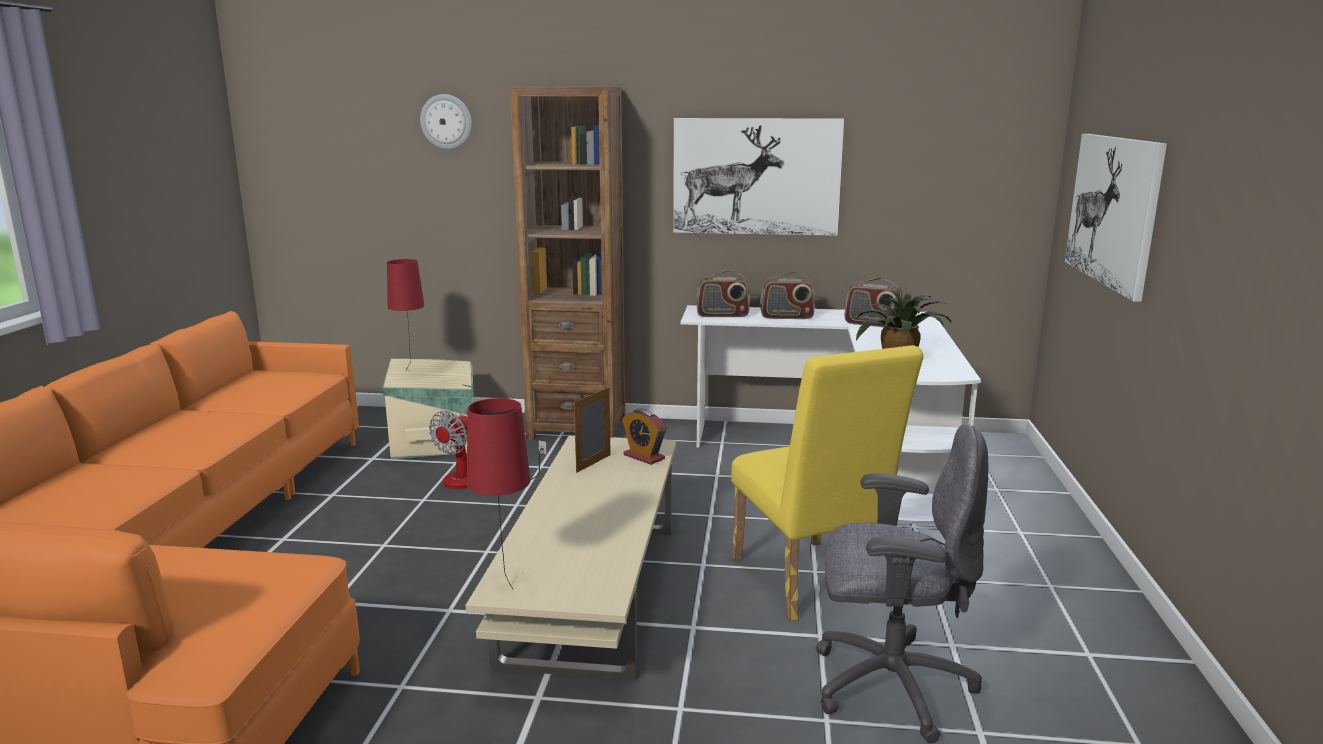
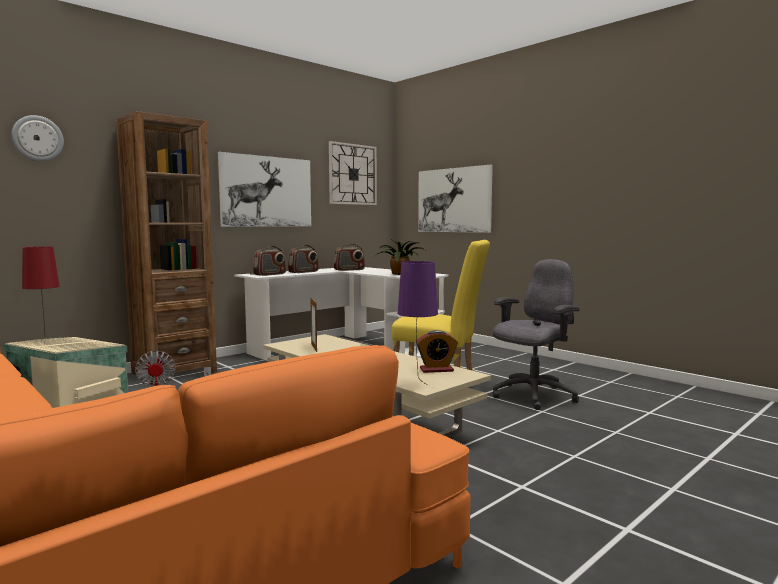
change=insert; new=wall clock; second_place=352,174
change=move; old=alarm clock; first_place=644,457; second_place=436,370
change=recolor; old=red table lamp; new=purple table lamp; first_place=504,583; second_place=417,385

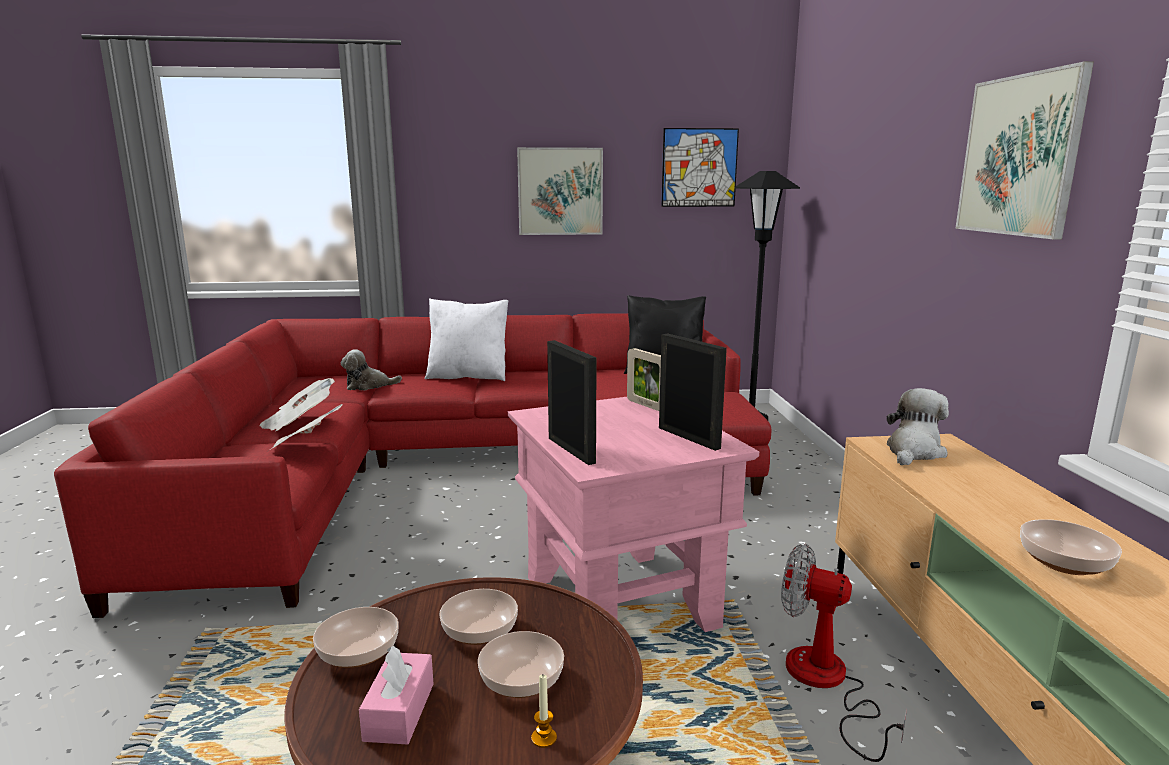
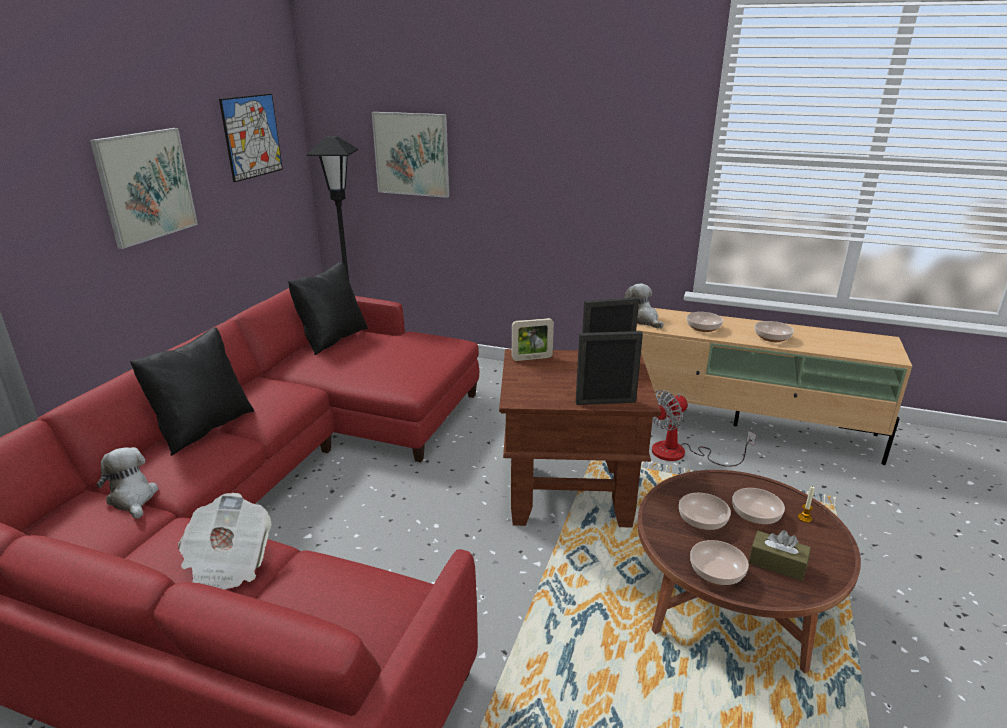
change=delete; old=newspaper; first_place=306,447
change=insert; new=bowl; second_place=703,328
change=move; old=picture; first_place=1019,155; second_place=411,154
change=recolor; old=pink tissue box; new=brown tissue box; first_place=399,711; second_place=777,563
change=recolor; old=white pillow; new=black pillow; first_place=468,376; second_place=203,428
change=recolor; old=pink side table; new=brown side table; first_place=620,601; second_place=569,493
change=rotate; old=plush toy; first_place=368,386; second_place=133,498; degrees=135

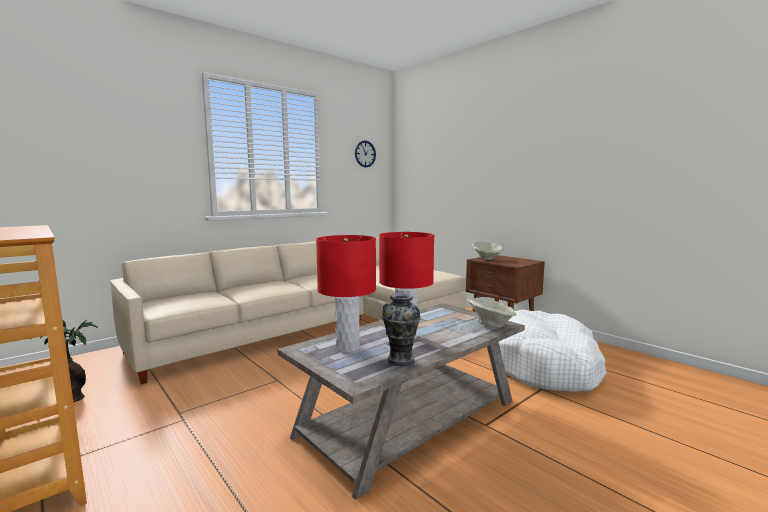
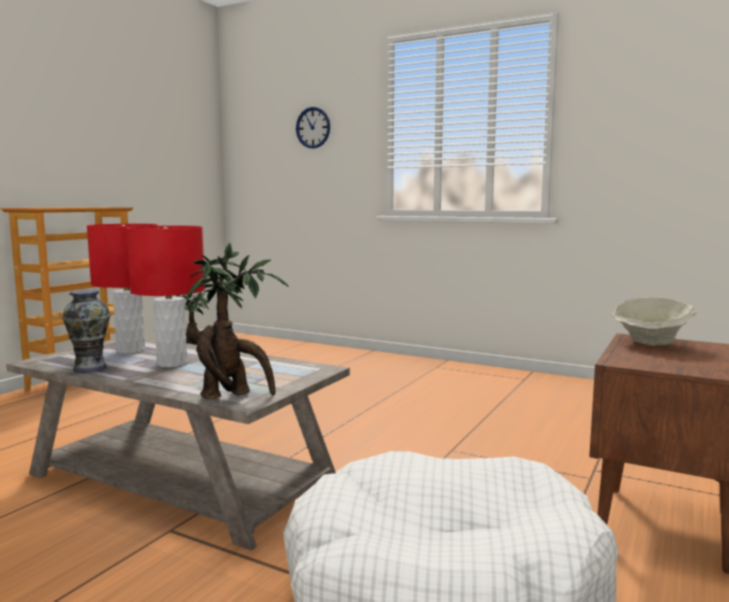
change=delete; old=beige sofa; first_place=319,325
change=move; old=wall clock; first_place=365,154; second_place=313,127
change=replace; old=beige bowl; new=potted plant; first_place=491,325; second_place=233,396

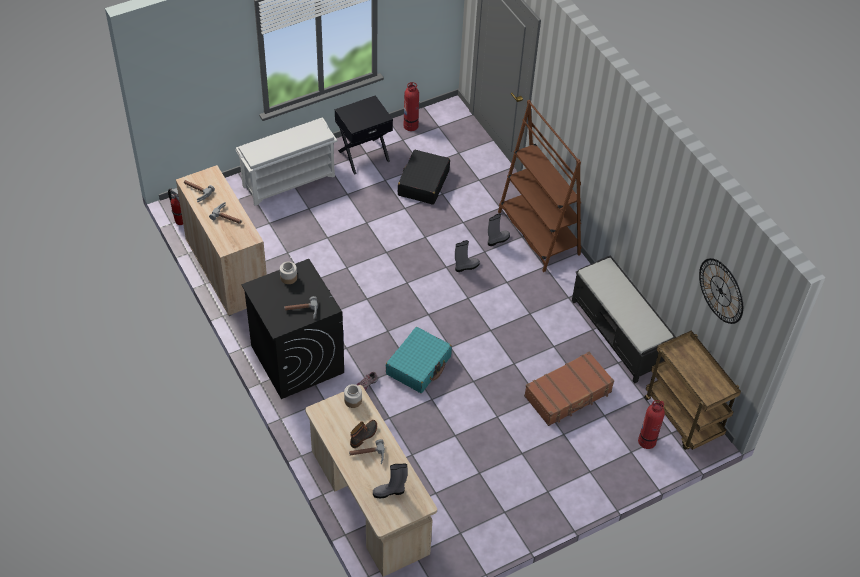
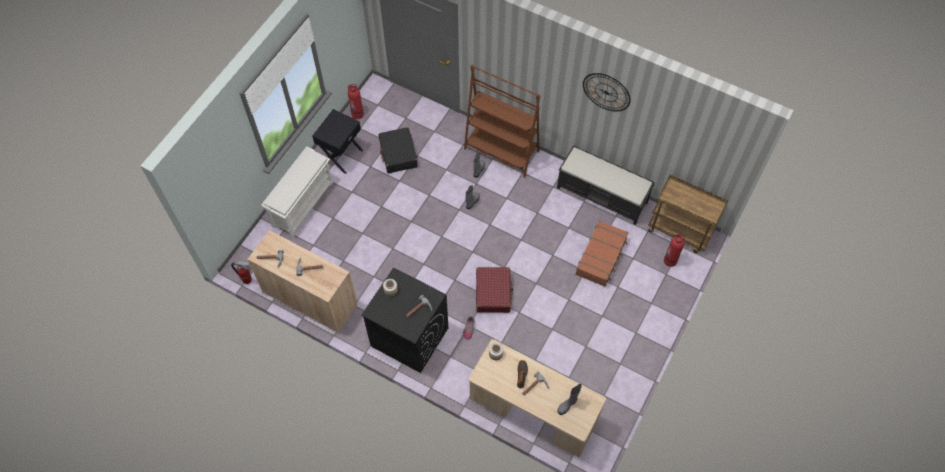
change=move; old=wall clock; first_place=721,291; second_place=606,92
change=recolor; old=turquoise suitcase; new=red suitcase; first_place=418,365; second_place=493,293

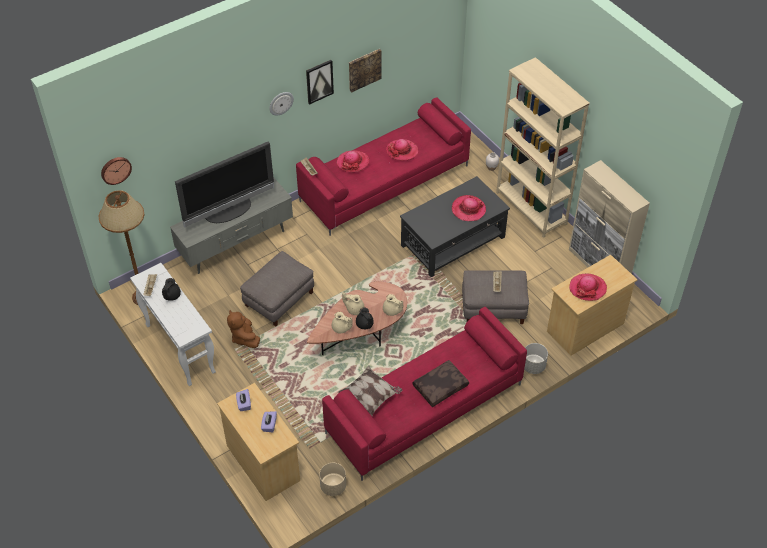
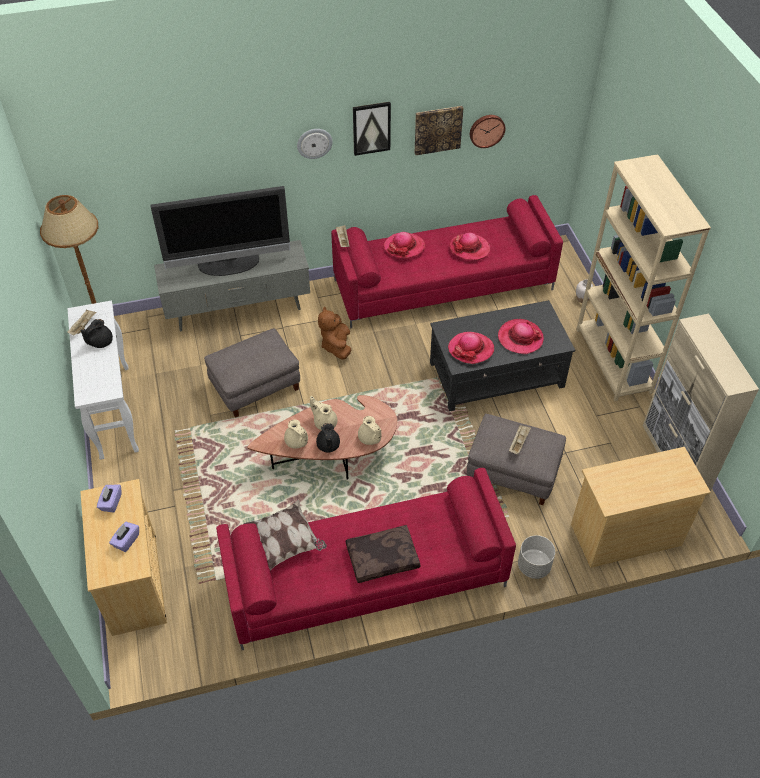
change=delete; old=beige planter; first_place=333,486
change=move; old=wall clock; first_place=115,169; second_place=486,130
change=move; old=brown plush toy; first_place=244,337; second_place=336,346
change=move; old=hat; first_place=587,288; second_place=471,349

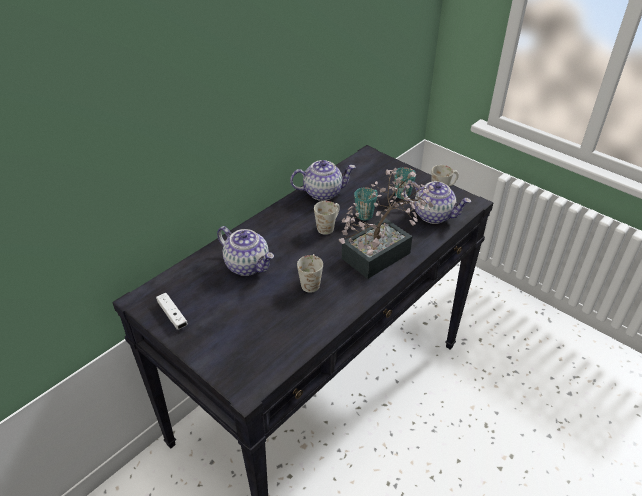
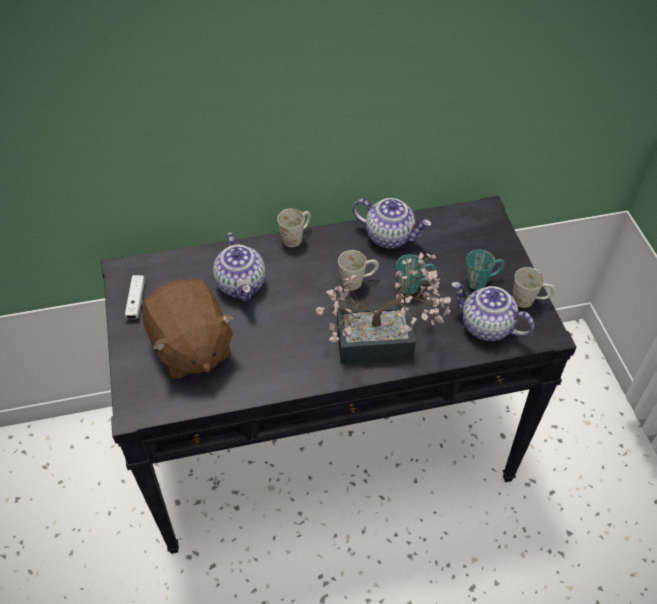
change=insert; new=brown plush toy; second_place=190,348
change=move; old=white mug; first_place=311,281; second_place=296,236
change=rotate; old=teapot; first_place=433,215; second_place=486,326; degrees=150

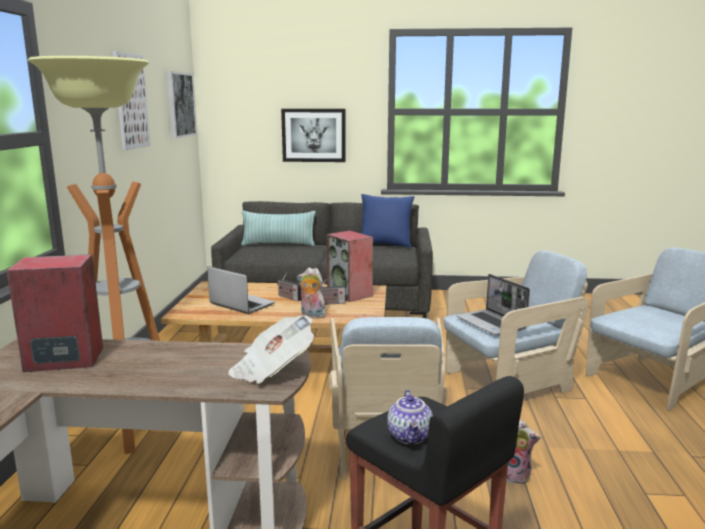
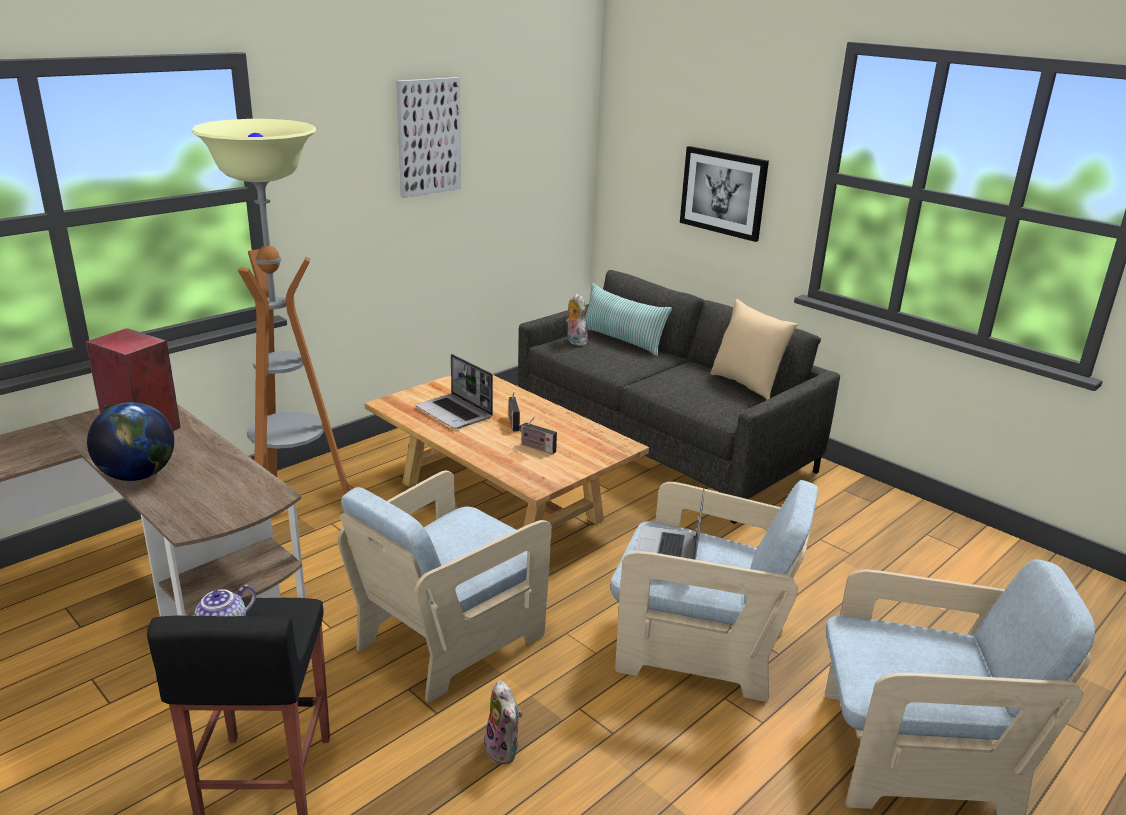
change=delete; old=picture; first_place=180,104
change=delete; old=newspaper; first_place=272,370
change=delete; old=speaker; first_place=350,294
change=insert; new=globe; second_place=138,475
change=move; old=plush toy; first_place=311,316; second_place=574,341
change=recolor; old=blue pillow; new=beige pillow; first_place=385,245; second_place=747,384
change=rotate; old=laptop; first_place=241,304; second_place=455,413; degrees=150

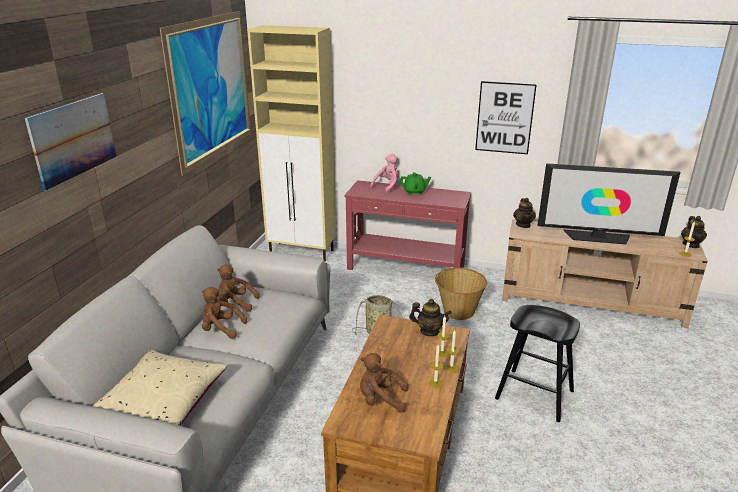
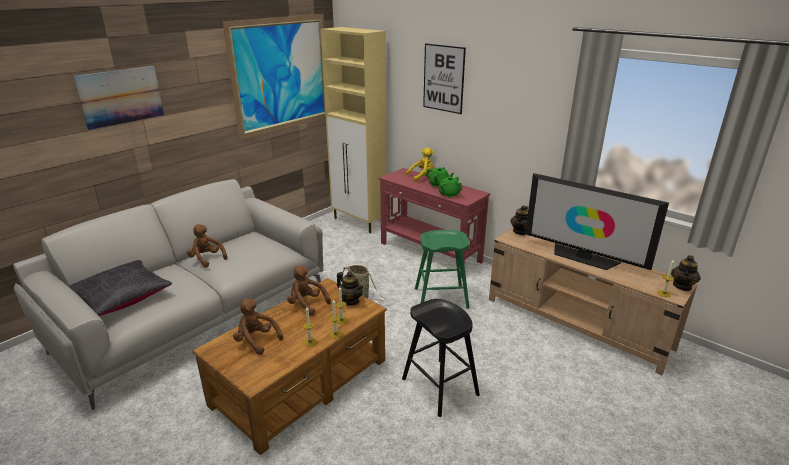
change=insert; new=green teapot; second_place=448,194
change=move; old=brown plush toy; first_place=235,304; second_place=306,304
change=move; old=picture; first_place=504,118; second_place=443,78
change=replace; old=basket; new=green stool; first_place=458,311; second_place=441,298
change=recolor; old=beige pillow; new=black pillow; first_place=163,401; second_place=122,297
change=recolor; old=pink plush toy; new=yellow plush toy; first_place=387,186; second_place=422,176

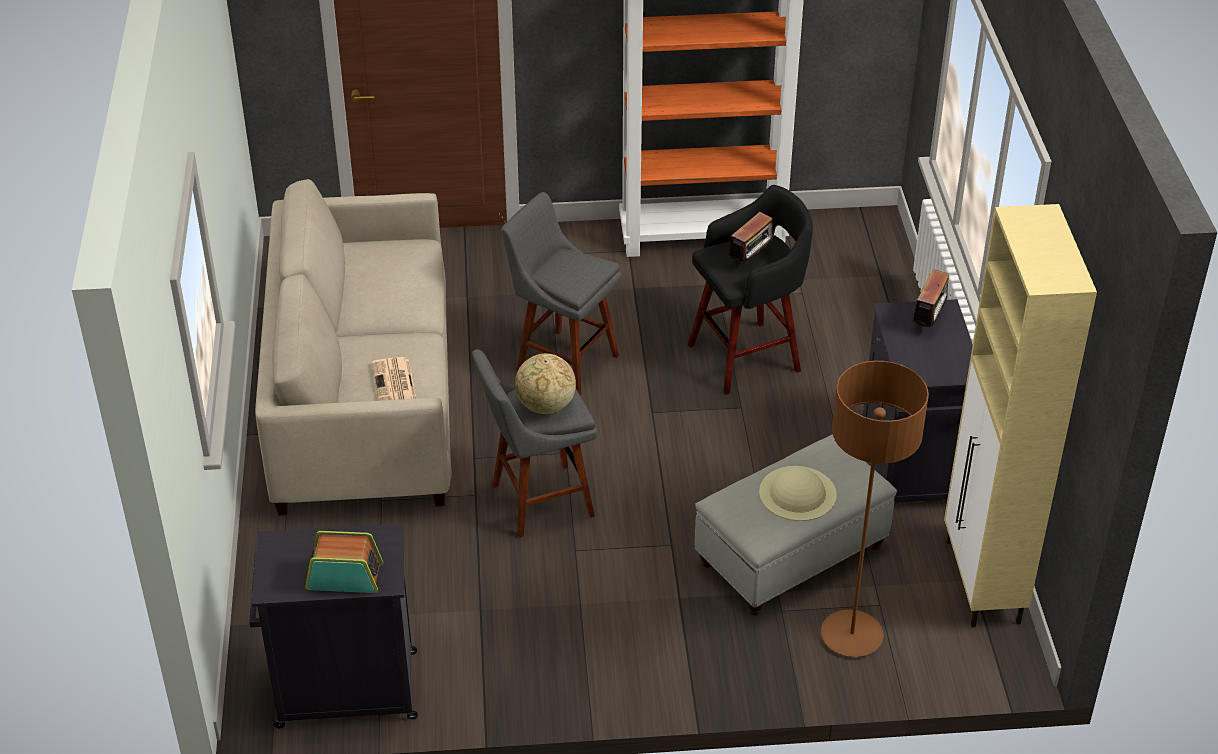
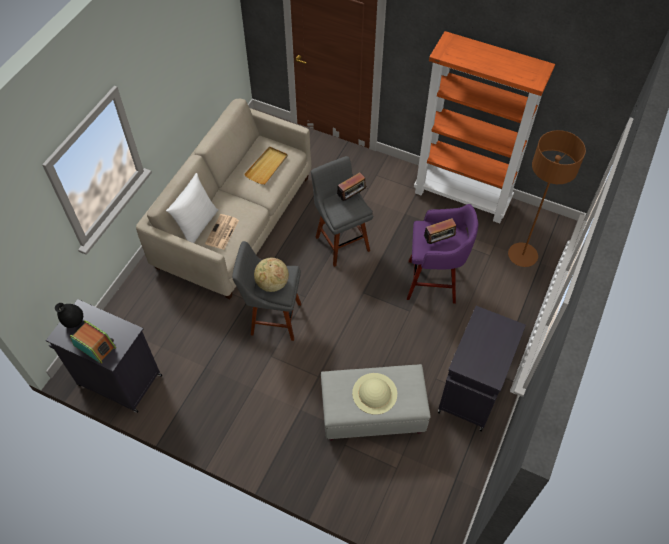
change=delete; old=beige cabinet; first_place=982,583
change=insert; new=black vase; second_place=74,322
change=insert; new=white pillow; second_place=197,225
change=insert; new=beige tray; second_place=267,167
change=move; old=brown floor lamp; first_place=851,635; second_place=522,255
change=move; old=radio; first_place=929,321; second_place=351,197
change=recolor; old=black stool; new=purple stool; first_place=747,357; second_place=434,282

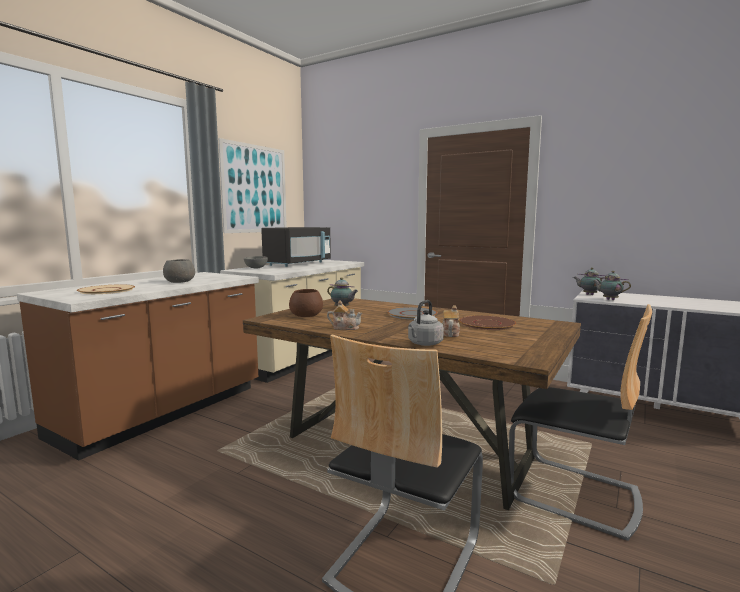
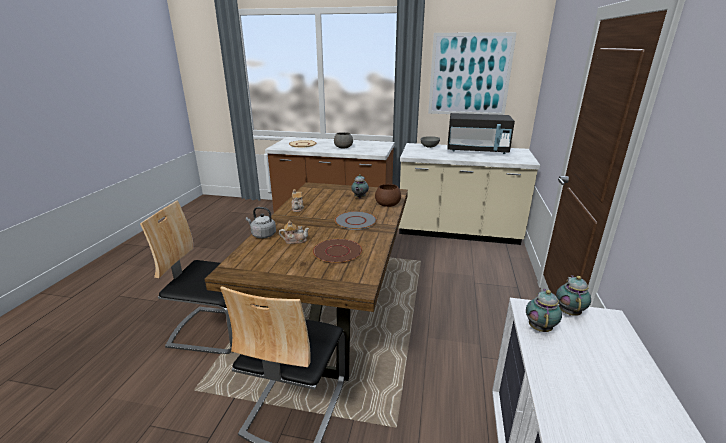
change=move; old=brown bowl; first_place=306,315; second_place=388,204

